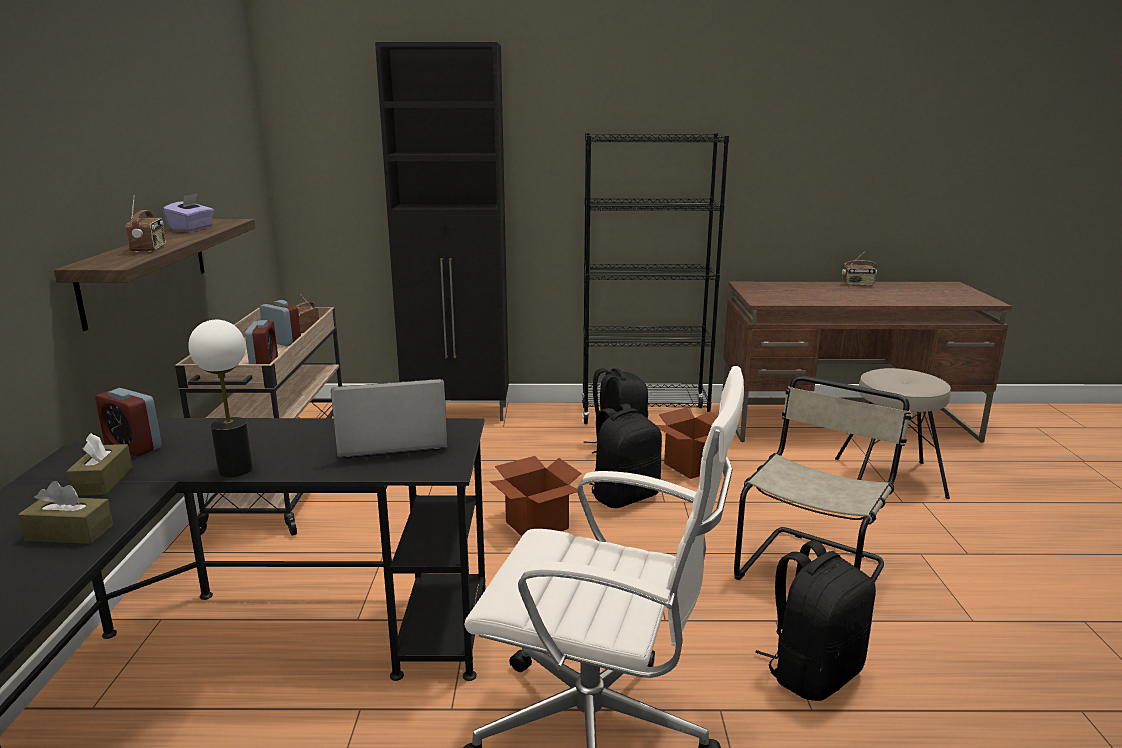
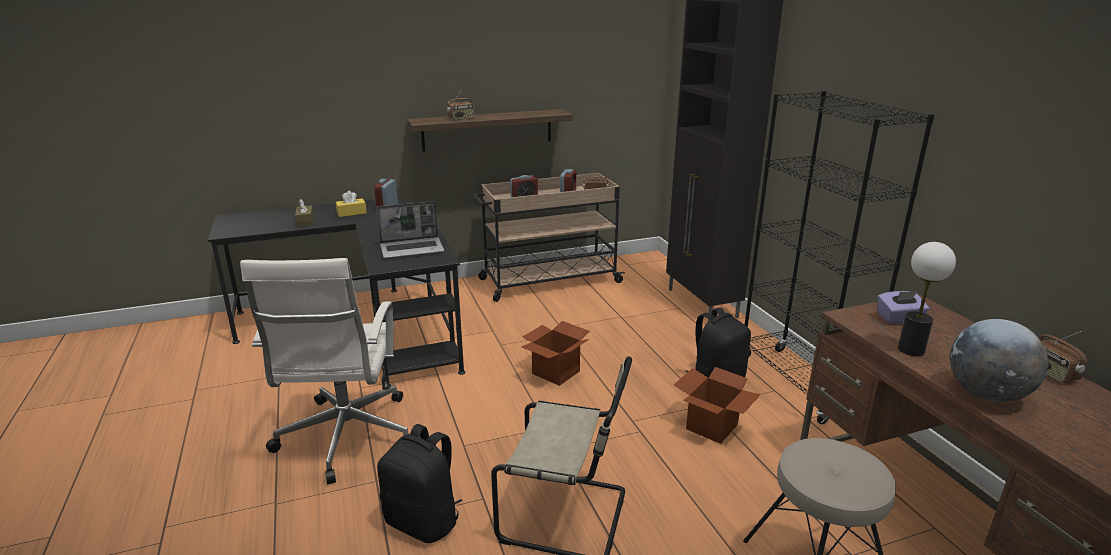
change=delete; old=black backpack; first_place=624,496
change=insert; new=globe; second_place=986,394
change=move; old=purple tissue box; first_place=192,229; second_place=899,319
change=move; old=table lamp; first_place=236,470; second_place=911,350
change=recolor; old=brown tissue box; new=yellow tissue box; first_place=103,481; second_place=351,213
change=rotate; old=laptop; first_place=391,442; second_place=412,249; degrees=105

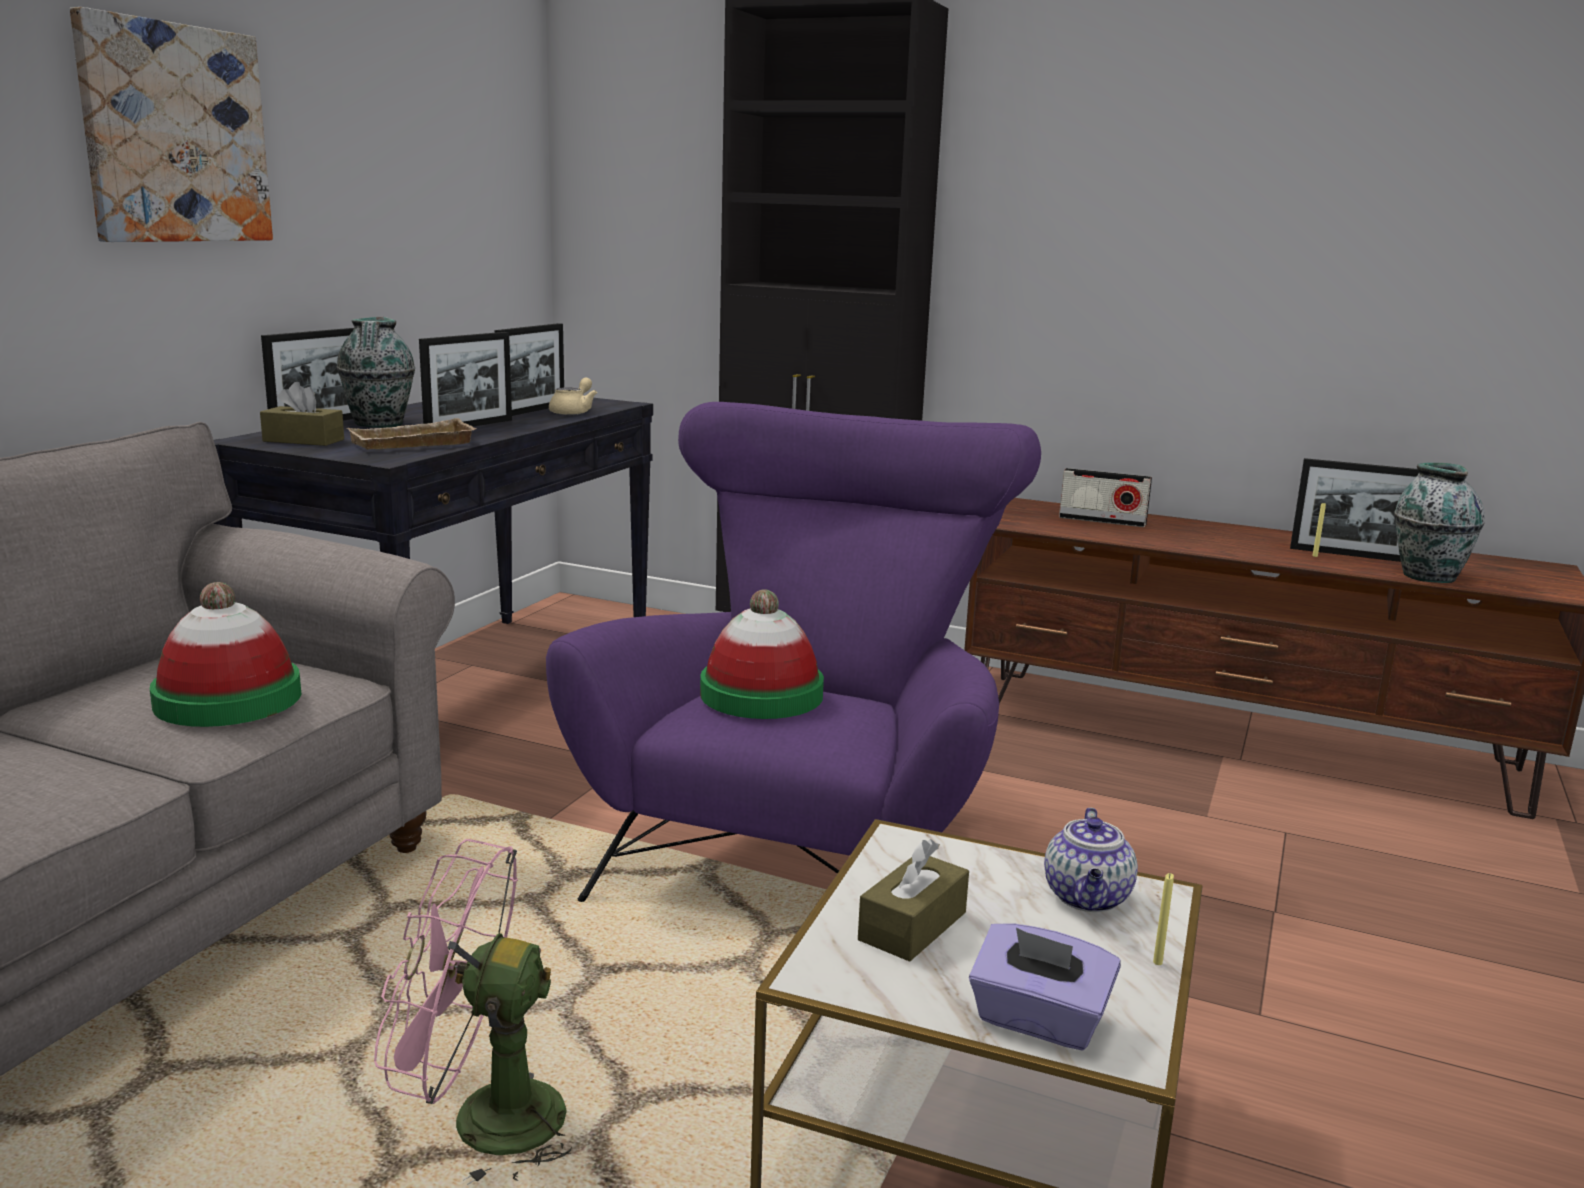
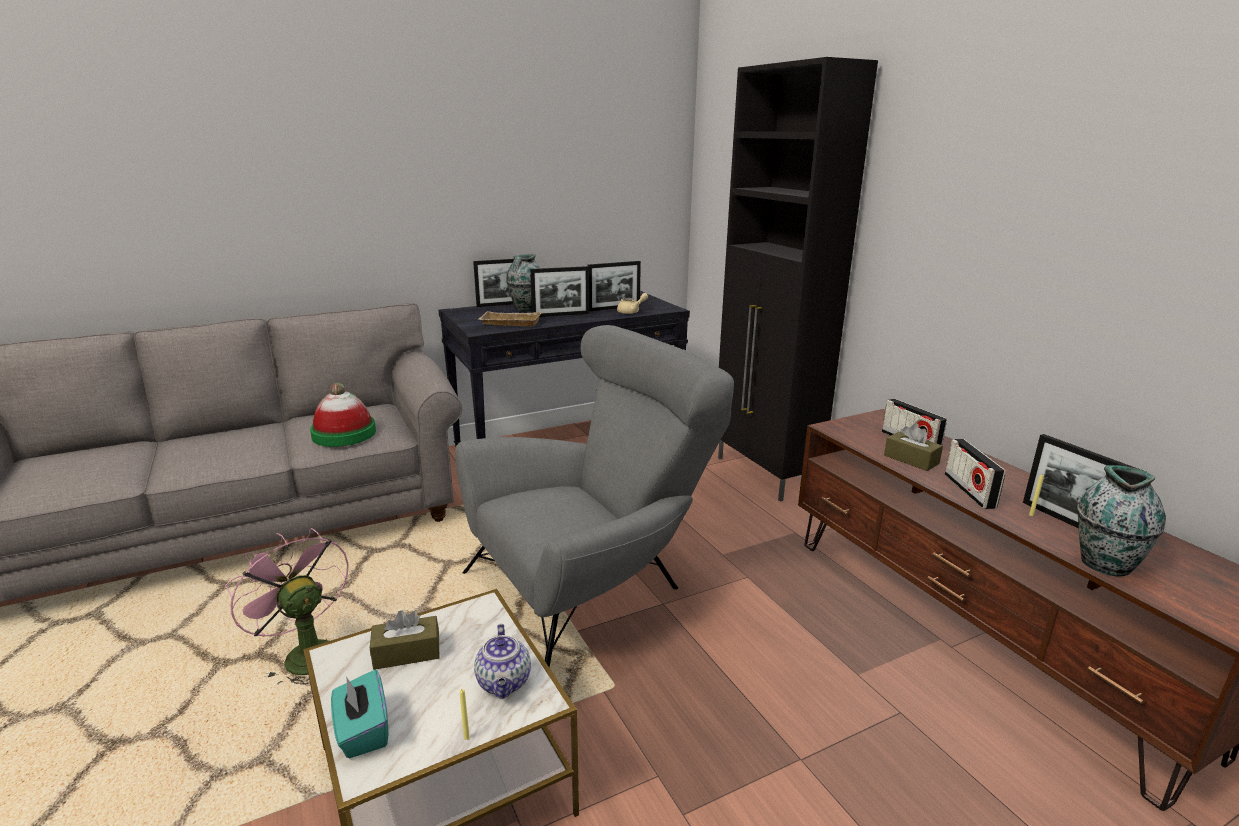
change=delete; old=picture; first_place=174,134
change=delete; old=hat; first_place=761,694
change=insert; new=radio; second_place=969,491
change=move; old=brown tissue box; first_place=303,440; second_place=911,459
change=recolor; old=purple armchair; new=grey armchair; first_place=803,847; second_place=592,588
change=recolor; old=purple tissue box; new=turquoise tissue box; first_place=1038,1021; second_place=363,731
change=rotate; old=teapot; first_place=1088,898; second_place=504,683; degrees=-60

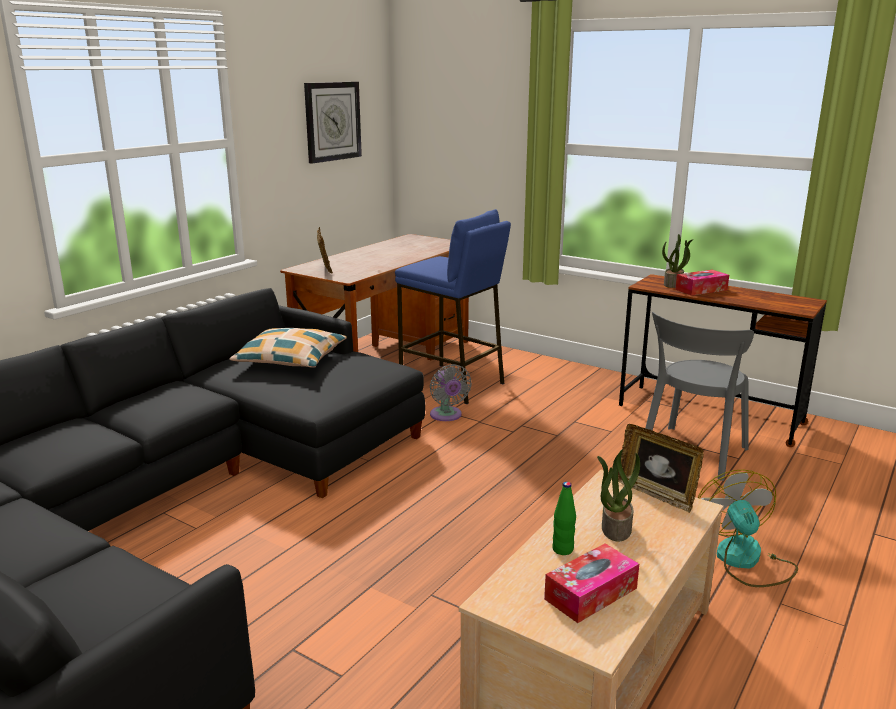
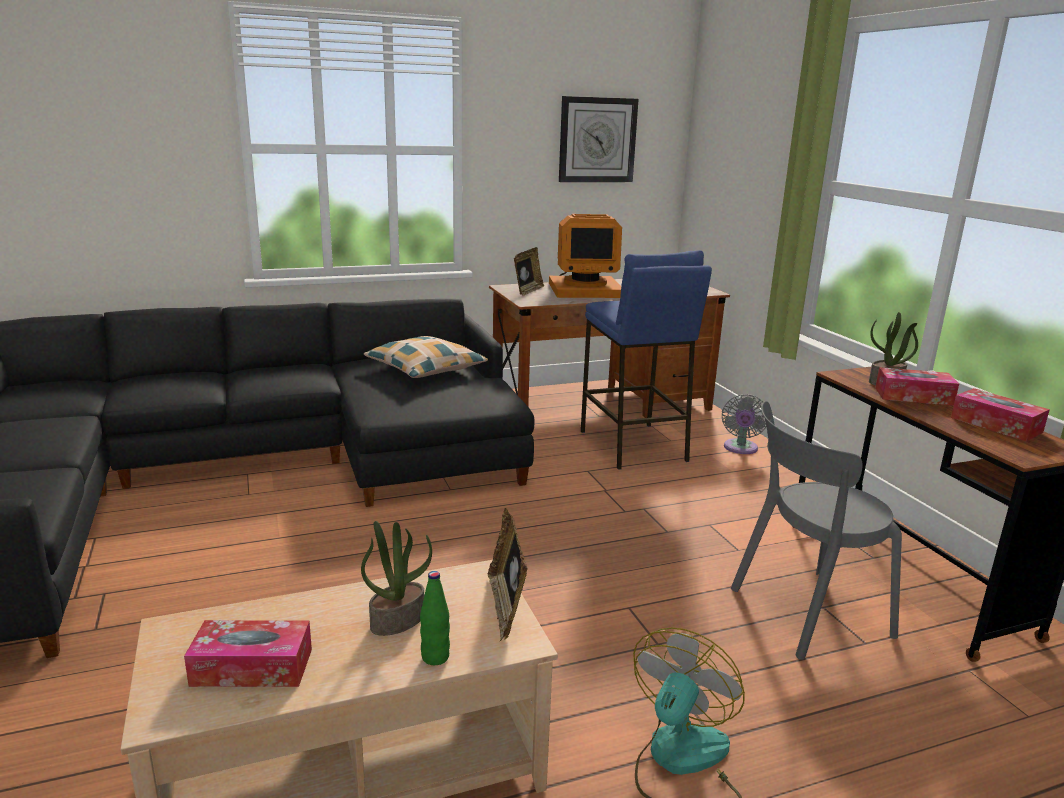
change=insert; new=monitor; second_place=584,289
change=insert; new=tissue box; second_place=996,425
change=move; old=grey fan; first_place=447,416; second_place=740,449
change=move; old=green bottle; first_place=563,549; second_place=435,657

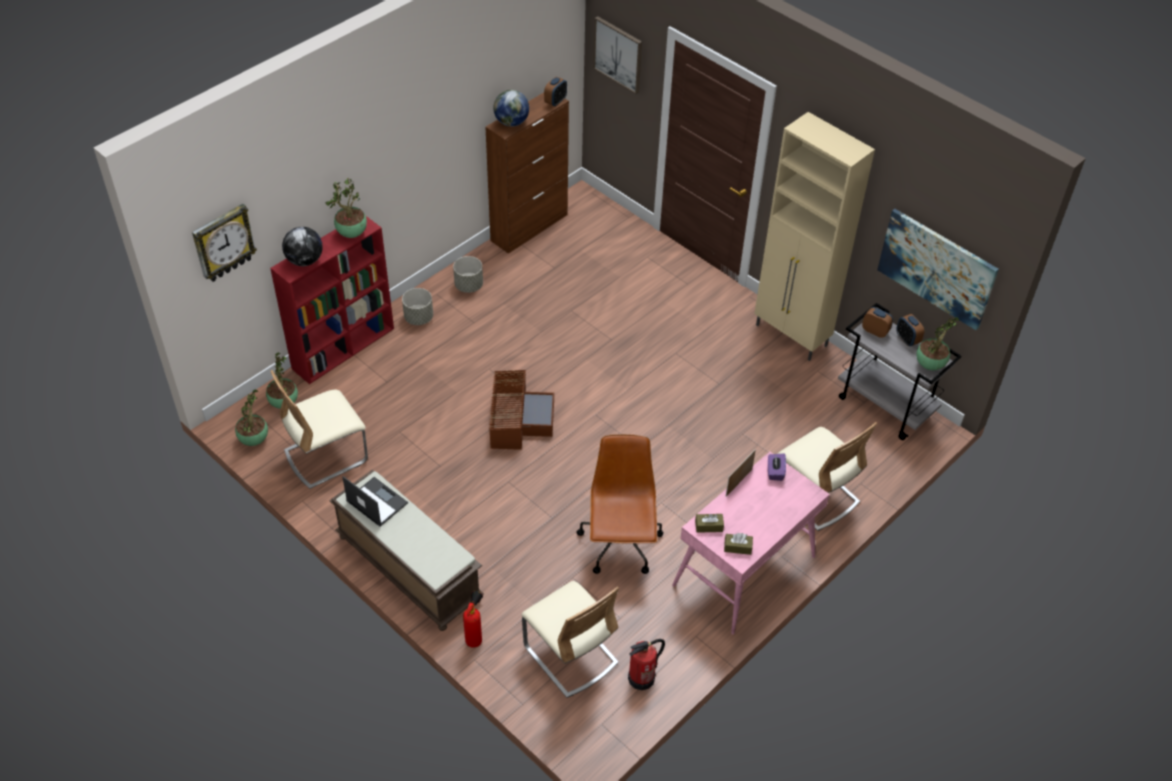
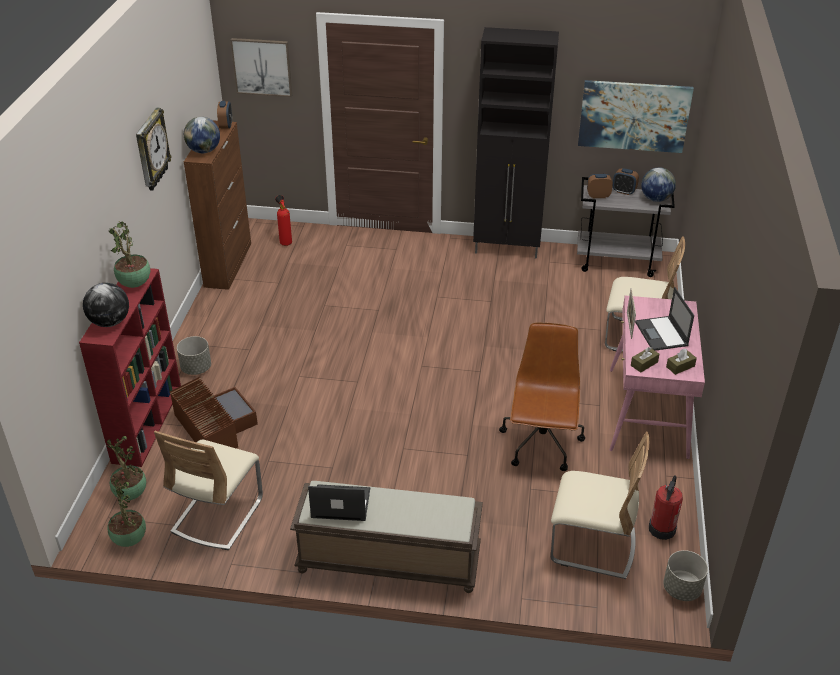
change=delete; old=purple tissue box; first_place=775,472
change=insert; new=laptop; second_place=661,334
change=move; old=wall clock; first_place=223,243; second_place=151,150
change=move; old=grey planter; first_place=469,285; second_place=681,588
change=move; old=fire extinguisher; first_place=475,638; second_place=285,242
change=move; old=brown storage box; first_place=518,418; second_place=214,426
change=replace; old=potted plant; new=globe; first_place=930,364; second_place=655,199
change=recolor; old=beige cabinet; new=black cabinet; first_place=791,336; second_place=507,249
change=rotate; old=brown office chair; first_place=620,545; second_place=541,445; degrees=45

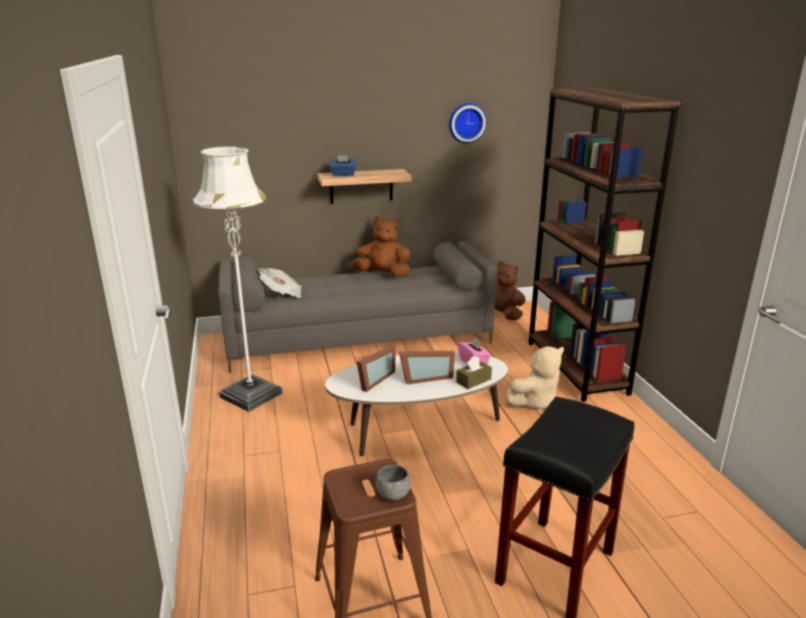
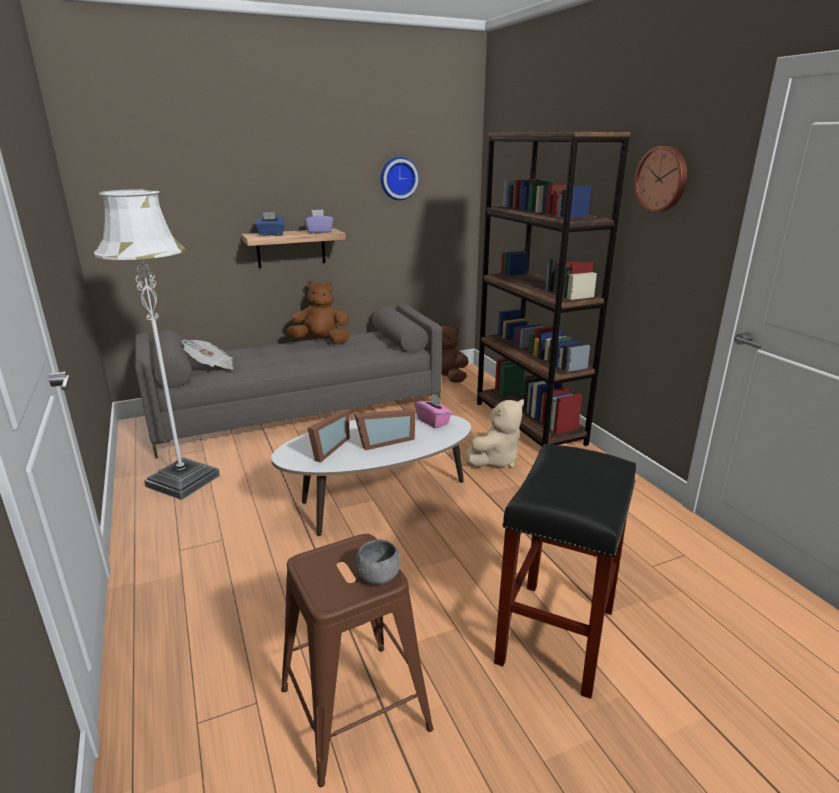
change=delete; old=brown tissue box; first_place=473,380
change=insert; new=purple tissue box; second_place=319,232
change=insert; new=wall clock; second_place=662,179

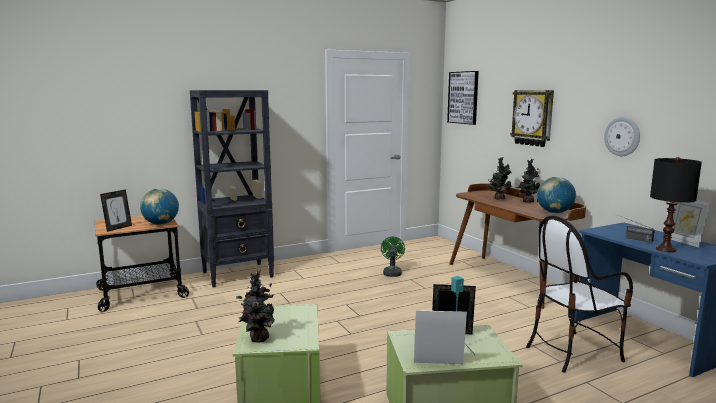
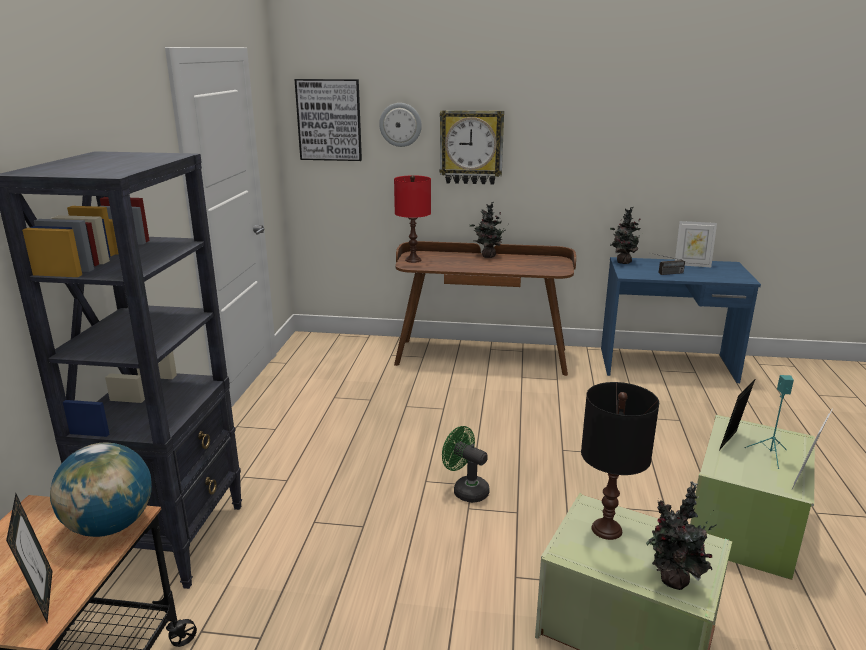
change=delete; old=chair; first_place=572,352
change=delete; old=globe; first_place=554,212
change=insert; new=red table lamp; second_place=413,260
change=move; old=green fan; first_place=392,272; second_place=466,490
change=move; old=potted plant; first_place=499,198; second_place=622,262
change=move; old=wall clock; first_place=622,136; second_place=400,124
change=move; old=black table lamp; first_place=666,249; second_place=607,530

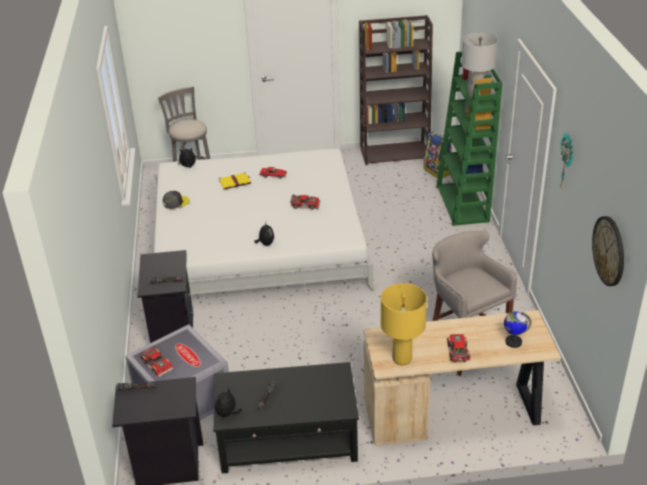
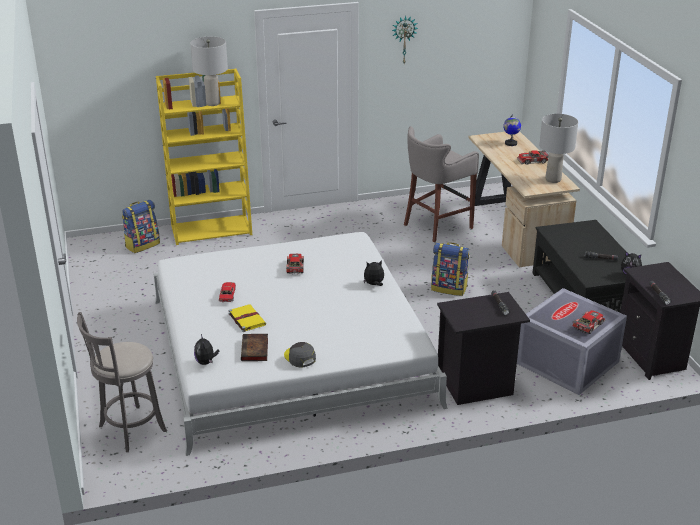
change=delete; old=brown bookcase; first_place=395,153
change=delete; old=wall clock; first_place=609,251
change=insert; new=book; second_place=255,350
change=insert; new=backpack; second_place=449,288
change=recolor; old=yellow table lamp; new=grey table lamp; first_place=402,358; second_place=552,179
change=recolor; old=green bookcase; new=yellow bookcase; first_place=463,204; second_place=212,230

